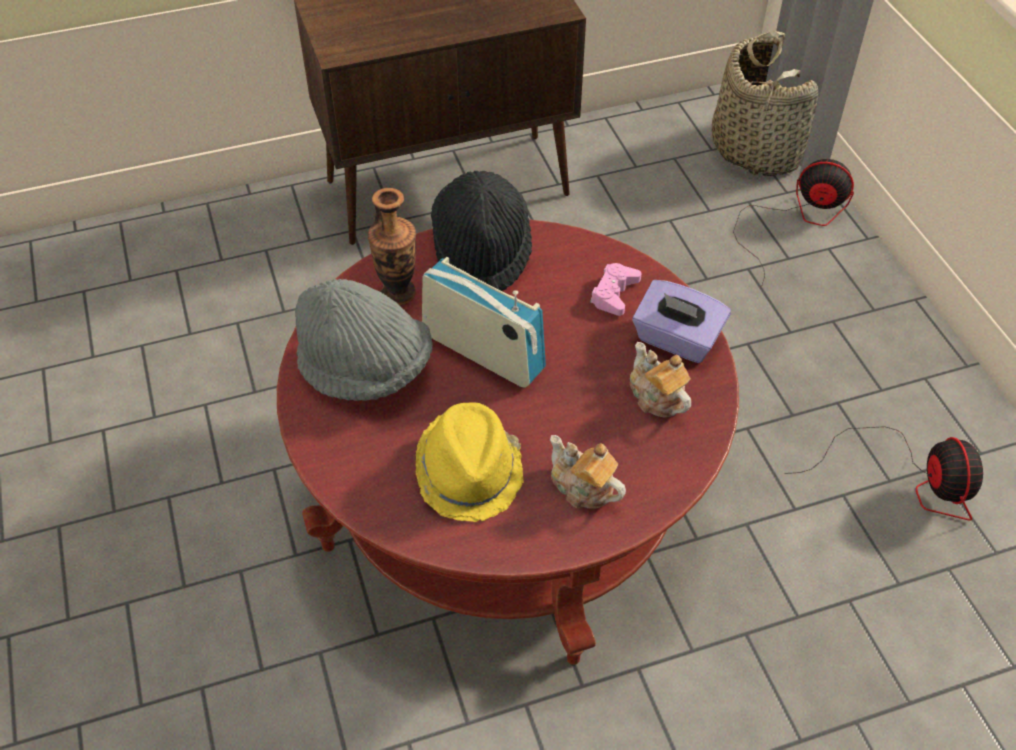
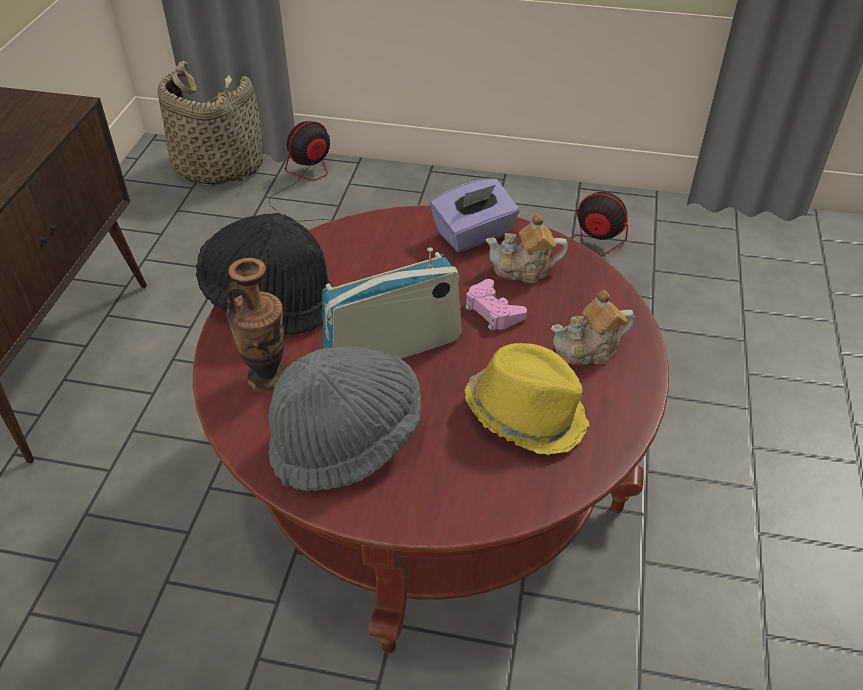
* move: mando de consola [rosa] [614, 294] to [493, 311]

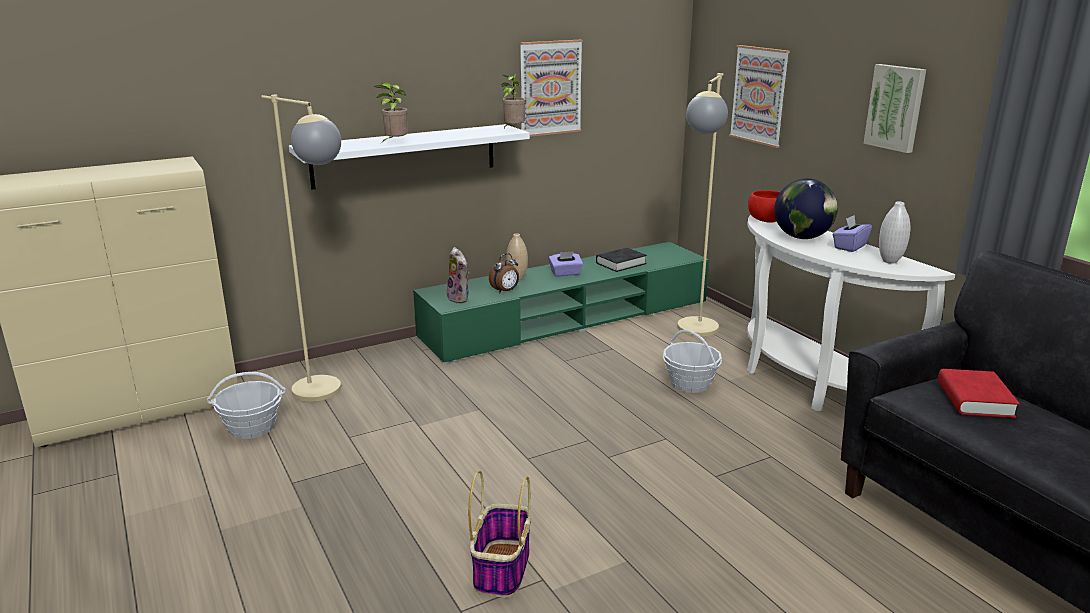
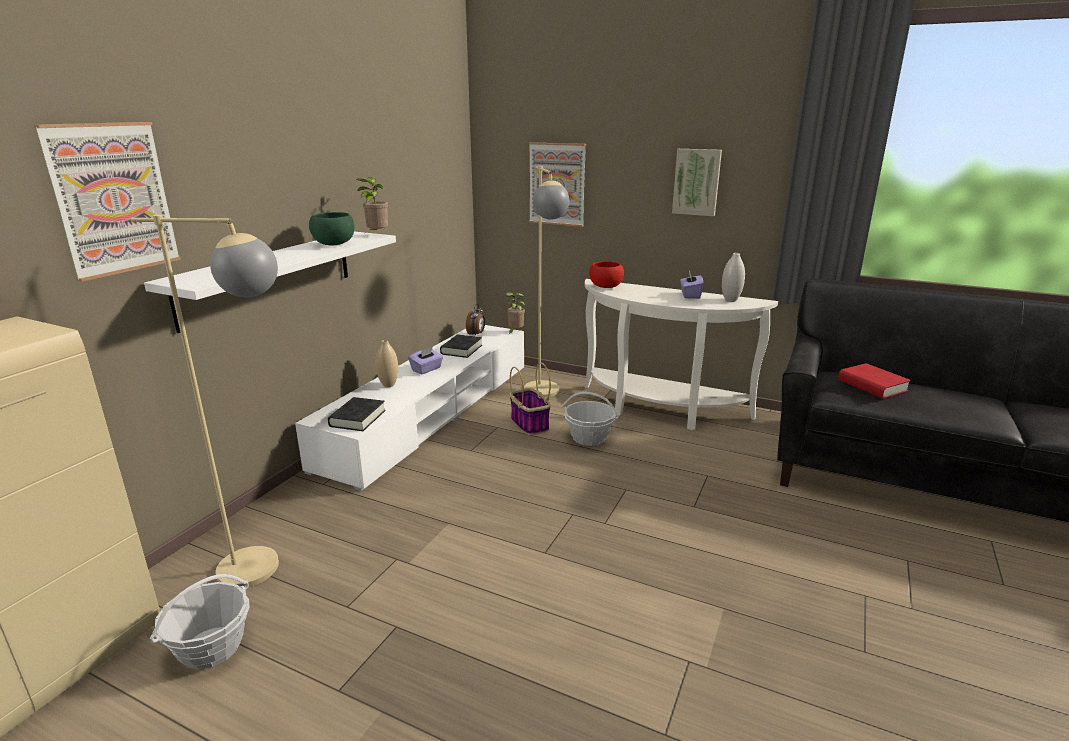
* move: cuadro [550, 88] to [113, 199]
* move: planta en maceta [394, 143] to [515, 332]
* delete: globo terráqueo [802, 237]
* recolor: mueble de televisión [verde] [568, 320] to mueble de televisión [blanco] [432, 412]
* replace: peluche [460, 298] to libro [negro] [357, 418]
* move: despertador [505, 291] to [476, 334]
* move: cesta [502, 568] to [529, 423]
* insert: cuenco [verde] [334, 245]

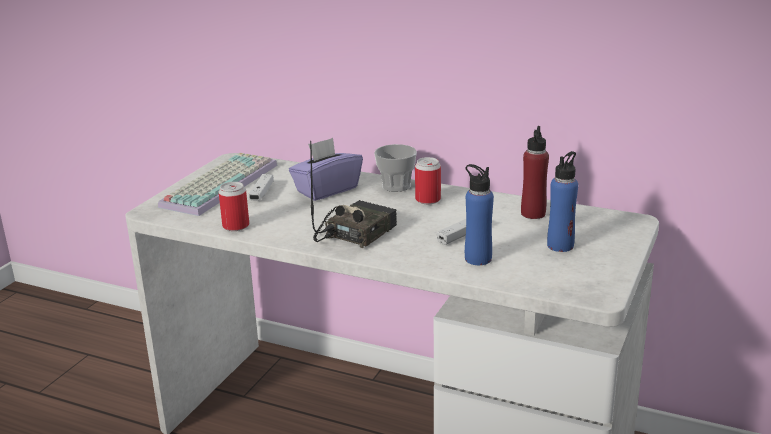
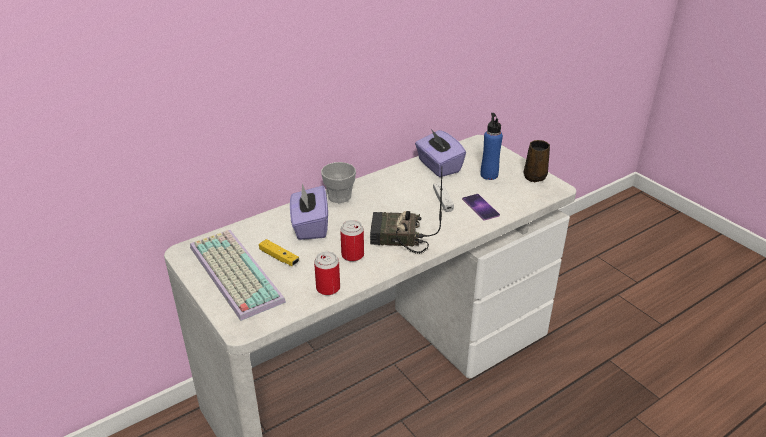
* replace: botella [rojo] [533, 214] to caja de pañuelos [morado] [438, 166]
* rotate: radio [354, 233] = [397, 238] 60 degrees counterclockwise
* move: lata [428, 200] to [352, 255]
* replace: botella [azul] [478, 259] to móvil [480, 207]
* recolor: mando de consola [blanco] [261, 193] to mando de consola [amarillo] [279, 257]
* insert: taza grande [marrón] [535, 176]

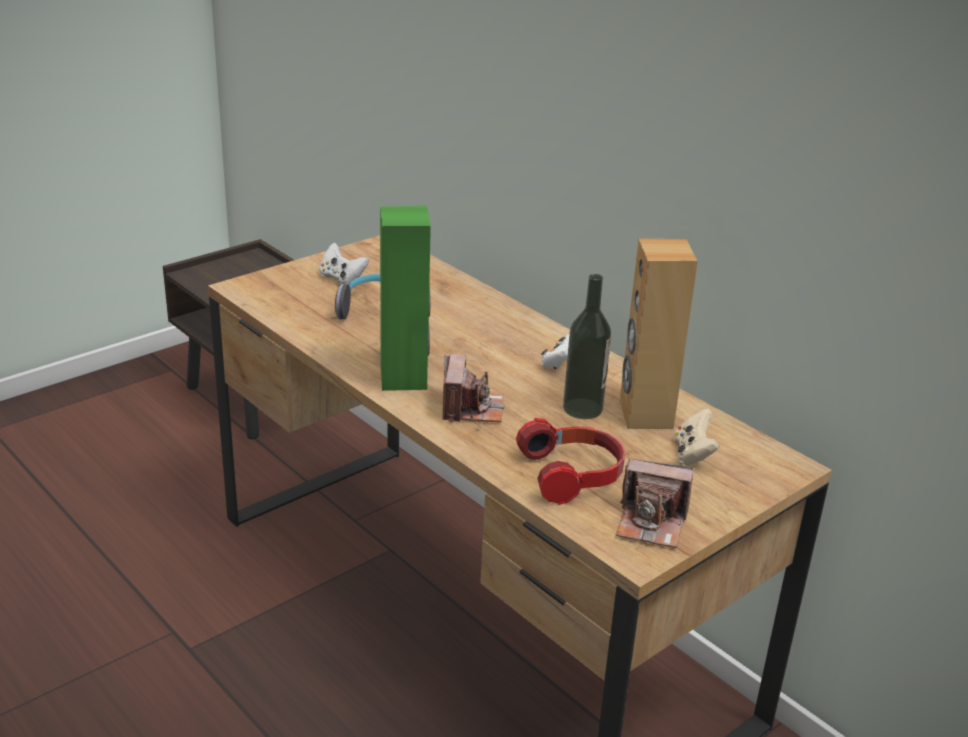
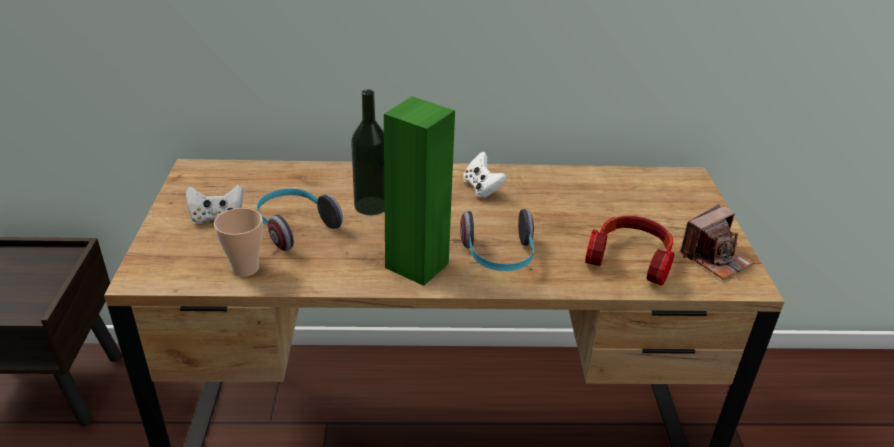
* delete: altavoz [marrón] [644, 415]
* move: botella [582, 408] to [371, 206]
* replace: cámara [471, 408] to auriculares [499, 257]
* delete: mando de consola [beis] [693, 454]
* insert: taza [245, 268]

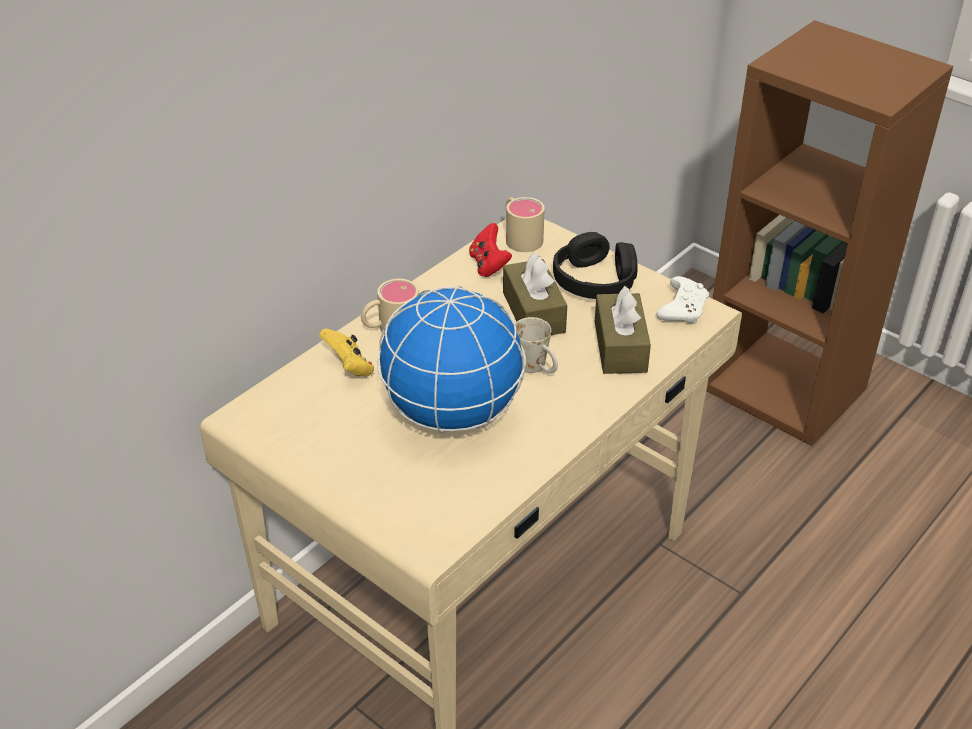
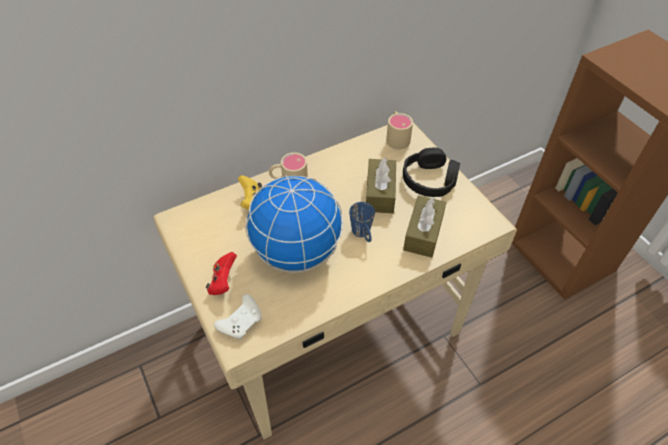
* move: mando de consola [rojo] [489, 265] to [223, 282]
* move: mando de consola [blanco] [682, 309] to [241, 321]
* recolor: taza grande [blanco] [537, 369] to taza grande [azul] [363, 235]

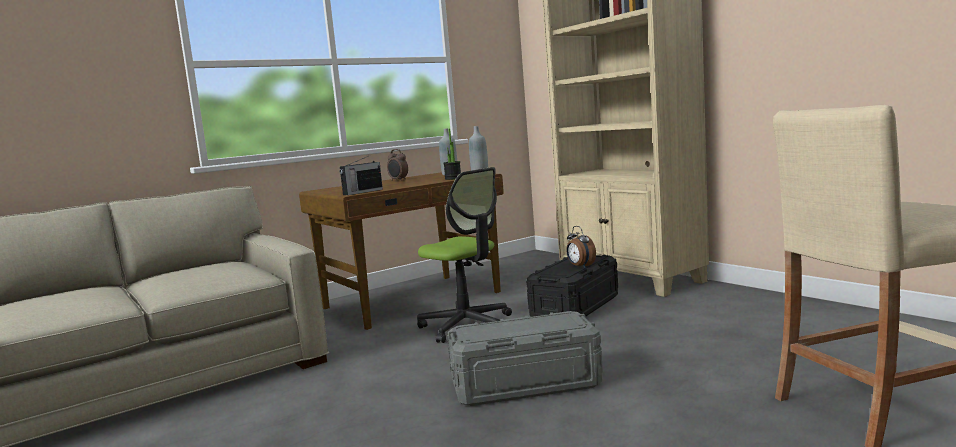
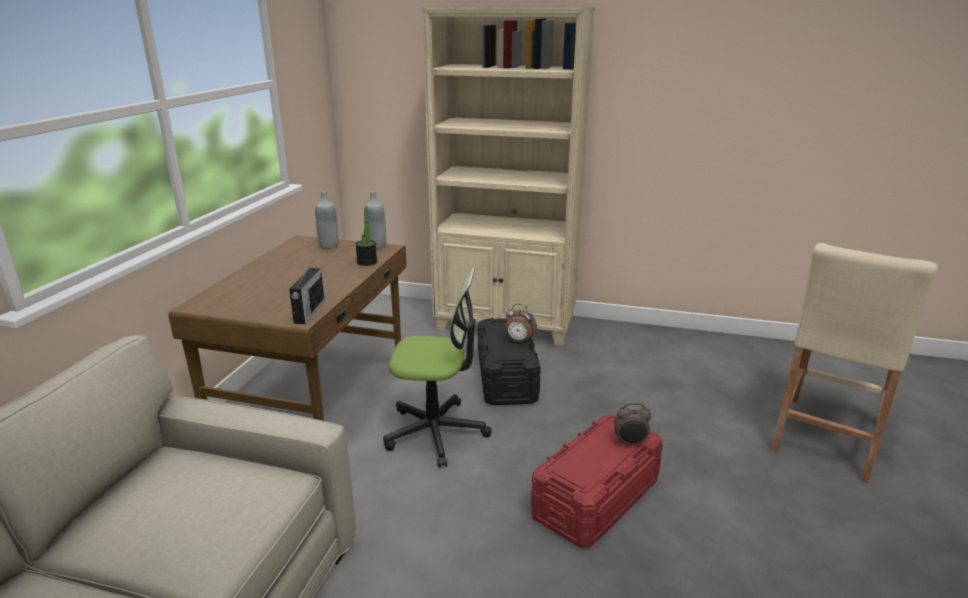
* move: despertador [398, 180] to [630, 443]
* recolor: caja de almacenaje [gris] [525, 384] to caja de almacenaje [rojo] [596, 498]

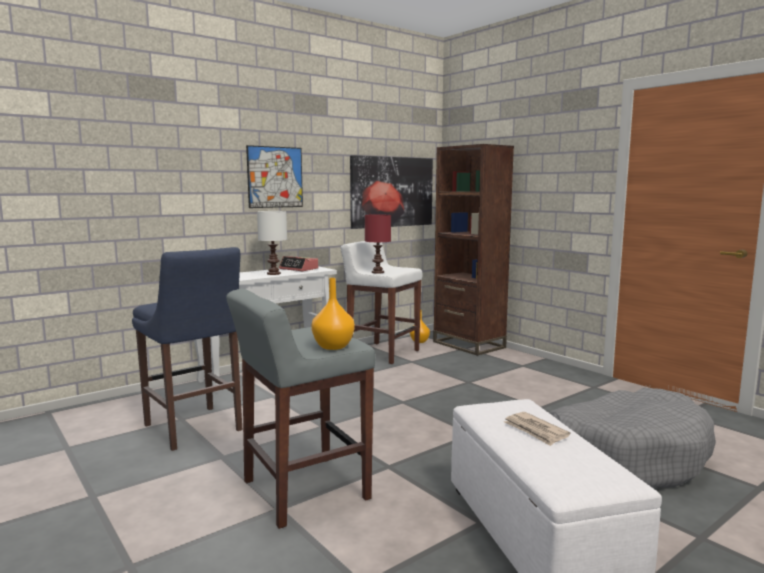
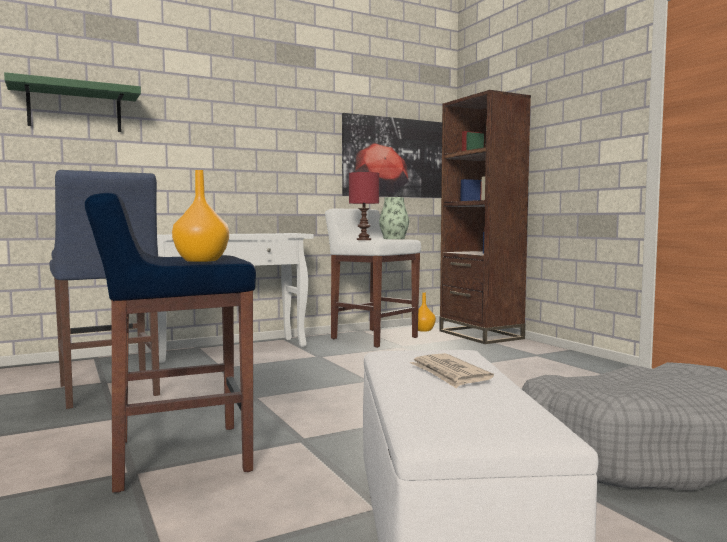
* delete: cuadro [275, 177]
* delete: lámpara de mesa [blanco] [274, 273]
* delete: despertador [299, 269]
* recolor: taburete [gris] [303, 490] to taburete [azul] [177, 456]
* insert: estante [verde] [75, 108]
* insert: florero [394, 238]

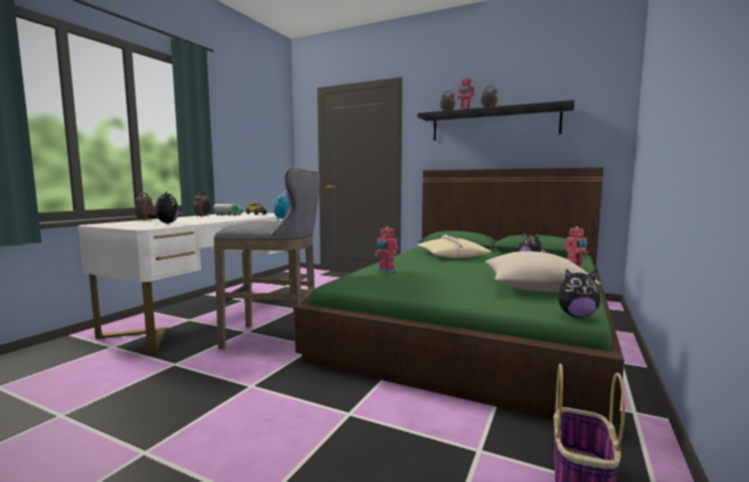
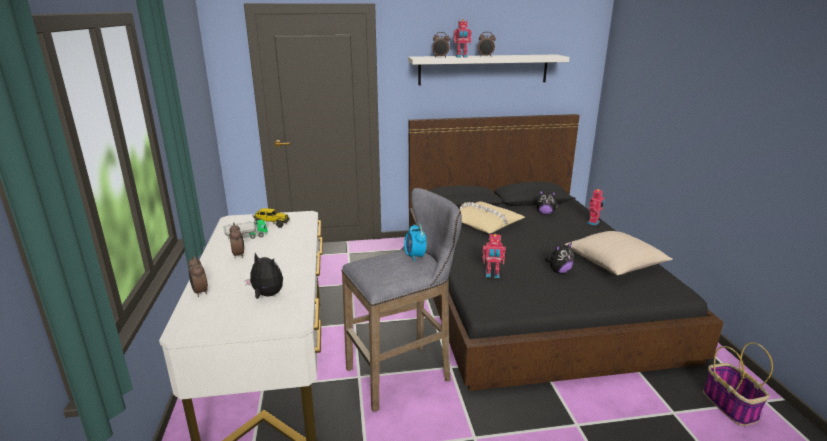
* recolor: estante [negro] [493, 124] to estante [blanco] [483, 69]
* recolor: cama [verde] [477, 323] to cama [negro] [527, 287]
* move: peluche [576, 316] to [559, 271]

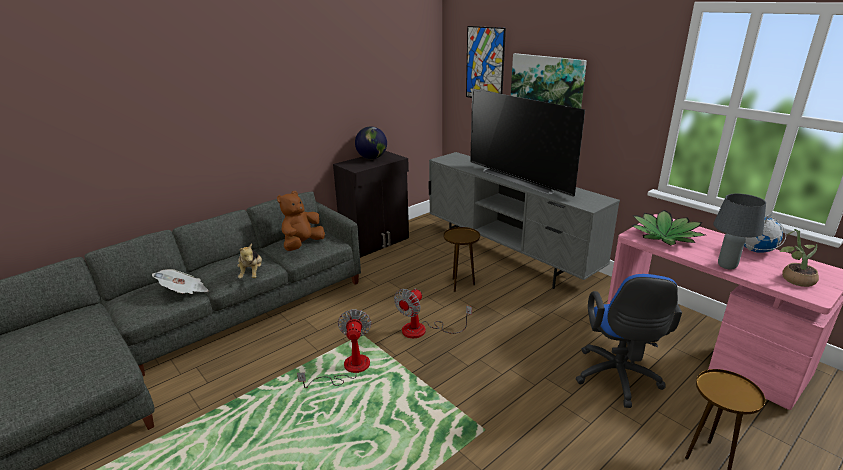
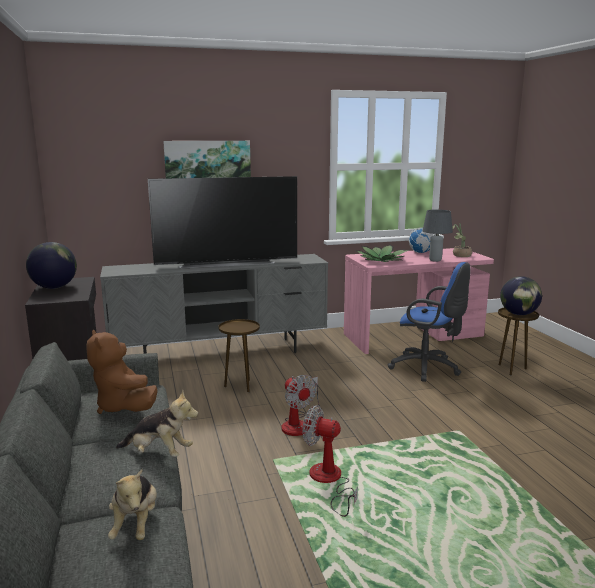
* delete: cuadro [485, 64]
* replace: periódico [184, 292] to peluche [136, 524]
* insert: globo terráqueo [519, 314]

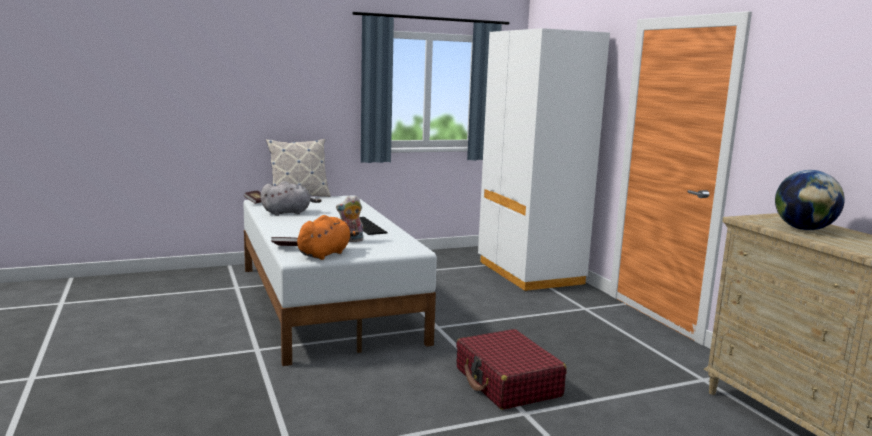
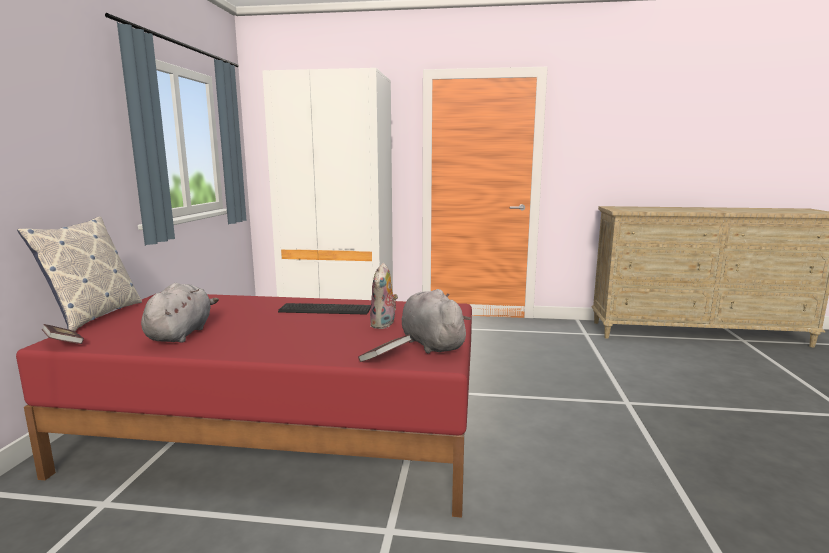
* delete: globo terráqueo [804, 229]
* recolor: cama [blanco] [327, 302] to cama [rojo] [281, 435]
* recolor: peluche [naranja] [325, 254] to peluche [gris] [431, 343]
* delete: maleta [rojo] [507, 382]

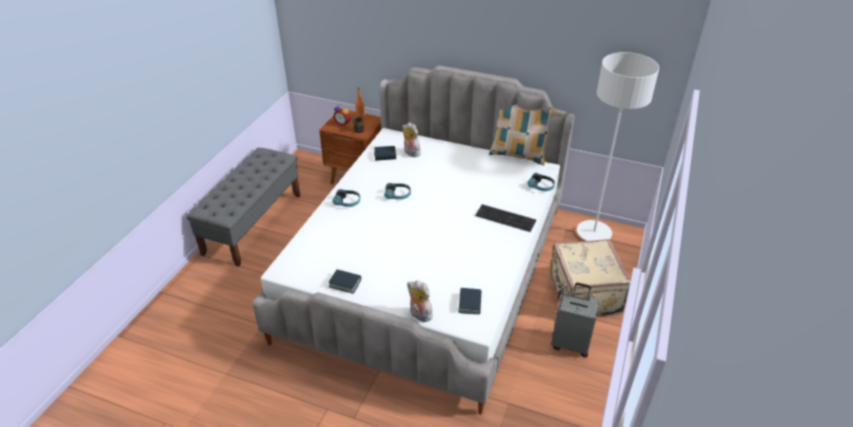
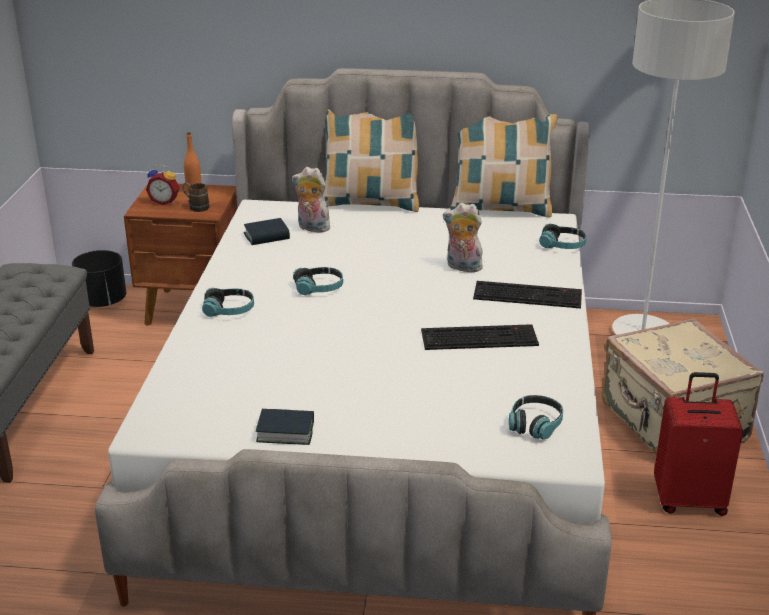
* move: peluche [419, 315] to [462, 267]
* recolor: maleta [gris] [570, 344] to maleta [rojo] [689, 499]
* replace: libro [470, 303] to auriculares [535, 425]
* insert: cojín [371, 203]
* insert: maceta [negro] [102, 301]
* insert: teclado [480, 337]

